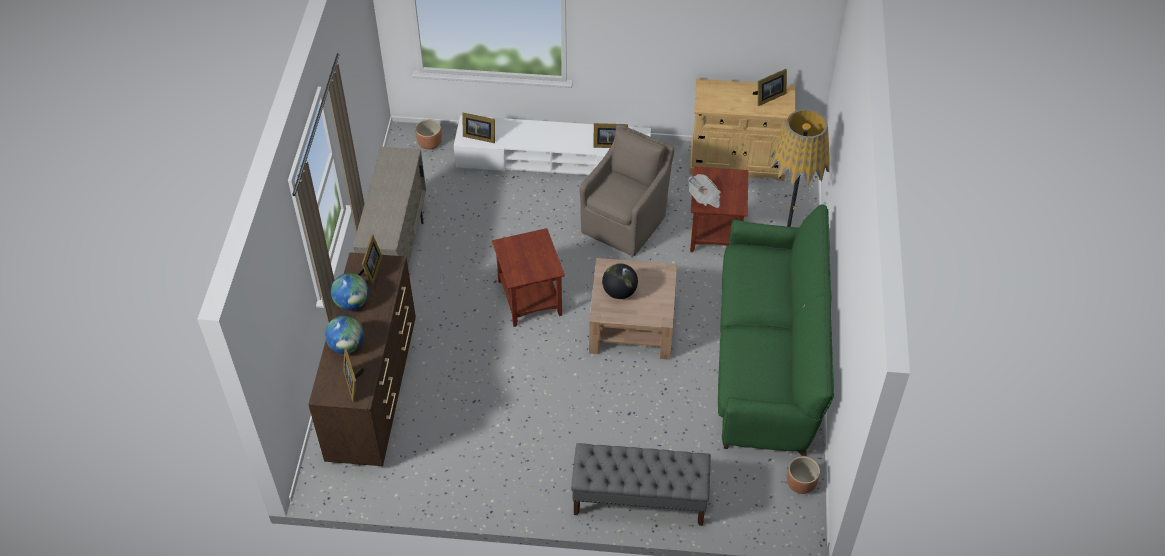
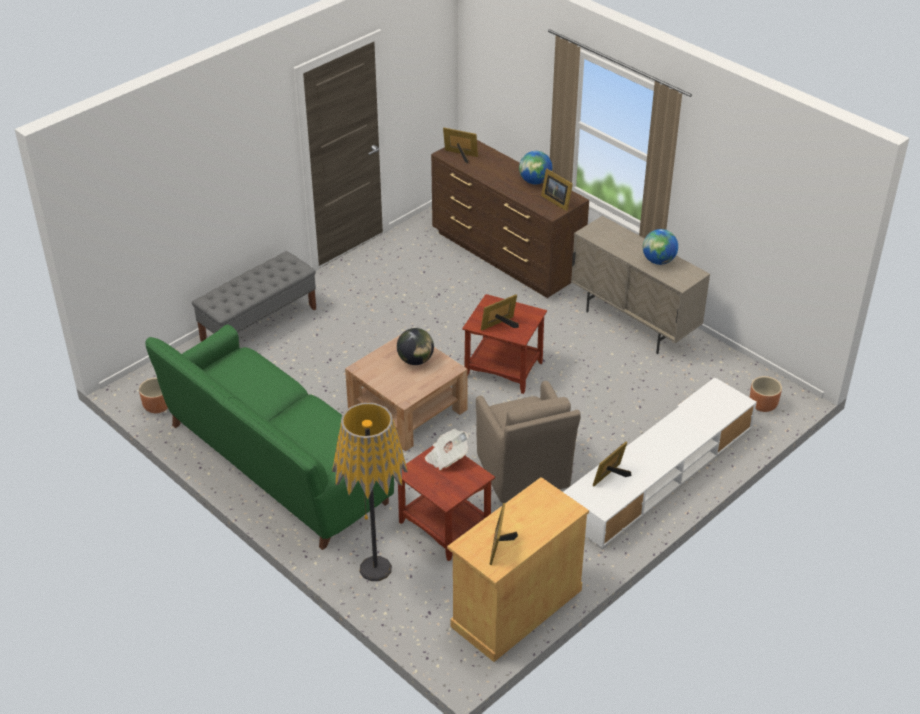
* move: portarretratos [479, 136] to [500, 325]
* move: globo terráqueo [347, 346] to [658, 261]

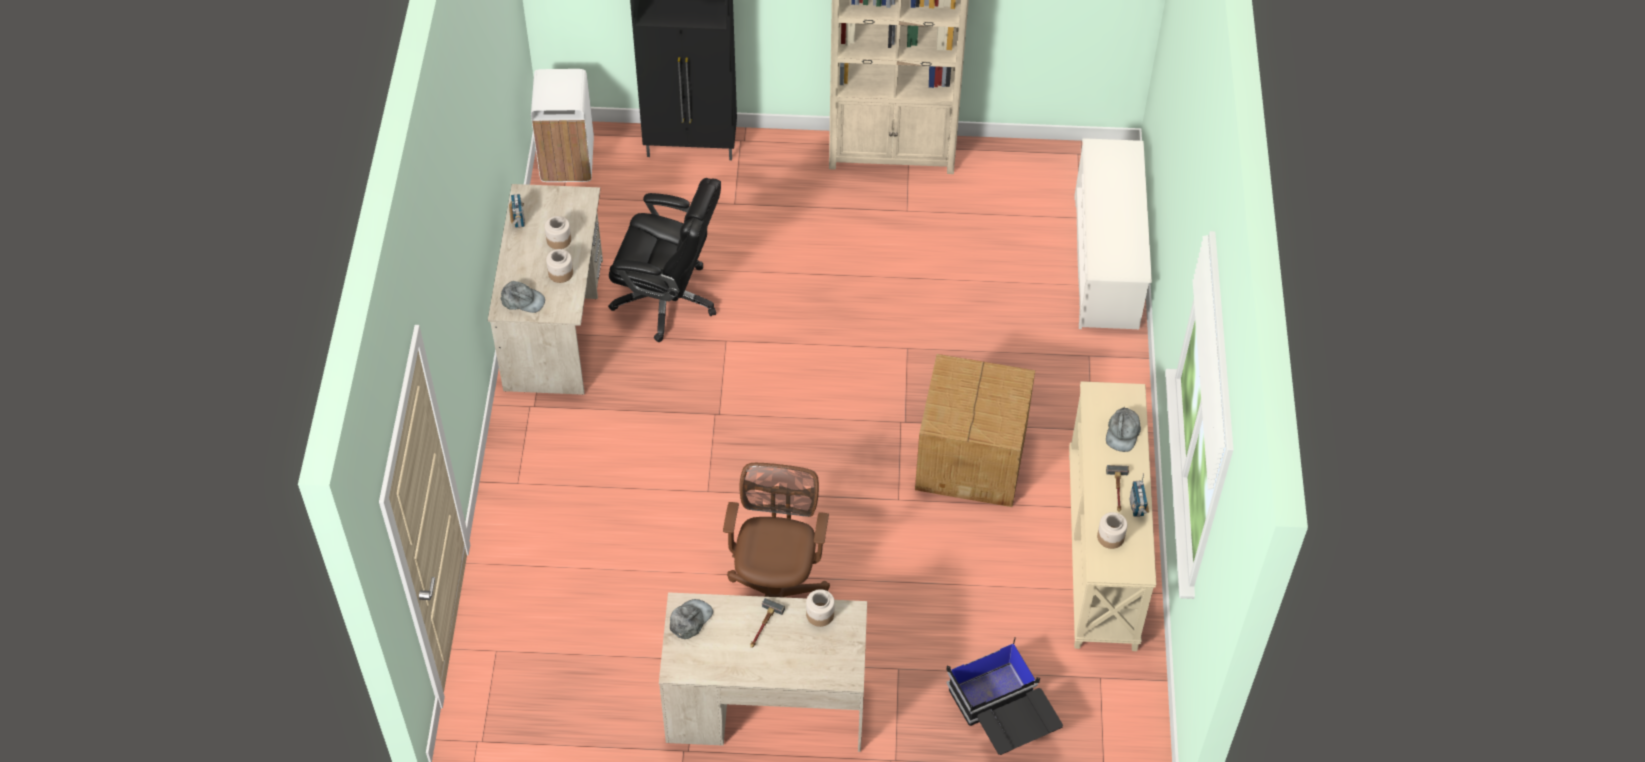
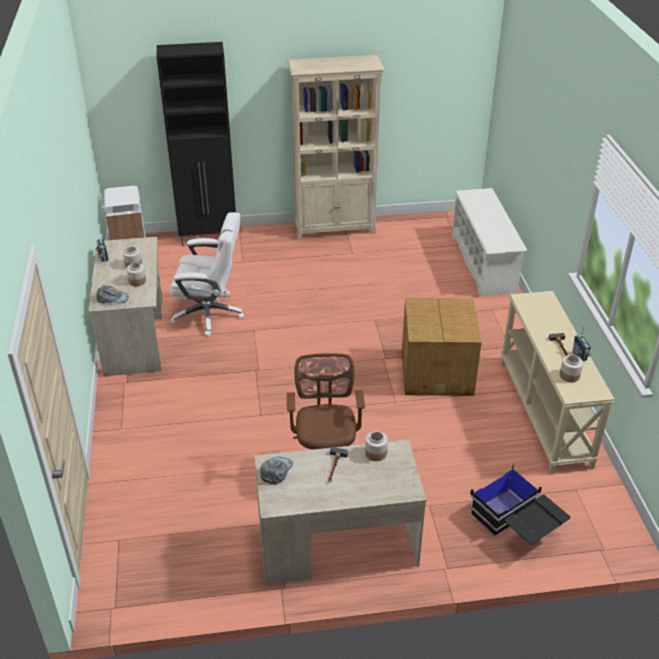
* recolor: silla de oficina [negro] [668, 299] to silla de oficina [blanco] [210, 313]
* delete: gorra [gris] [1122, 432]

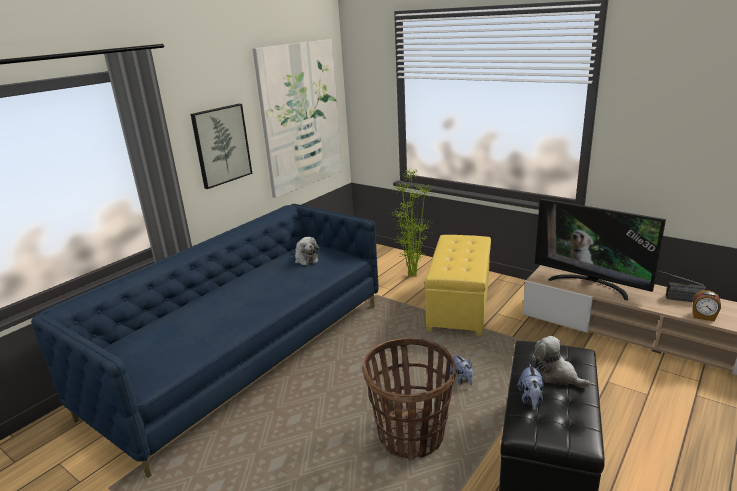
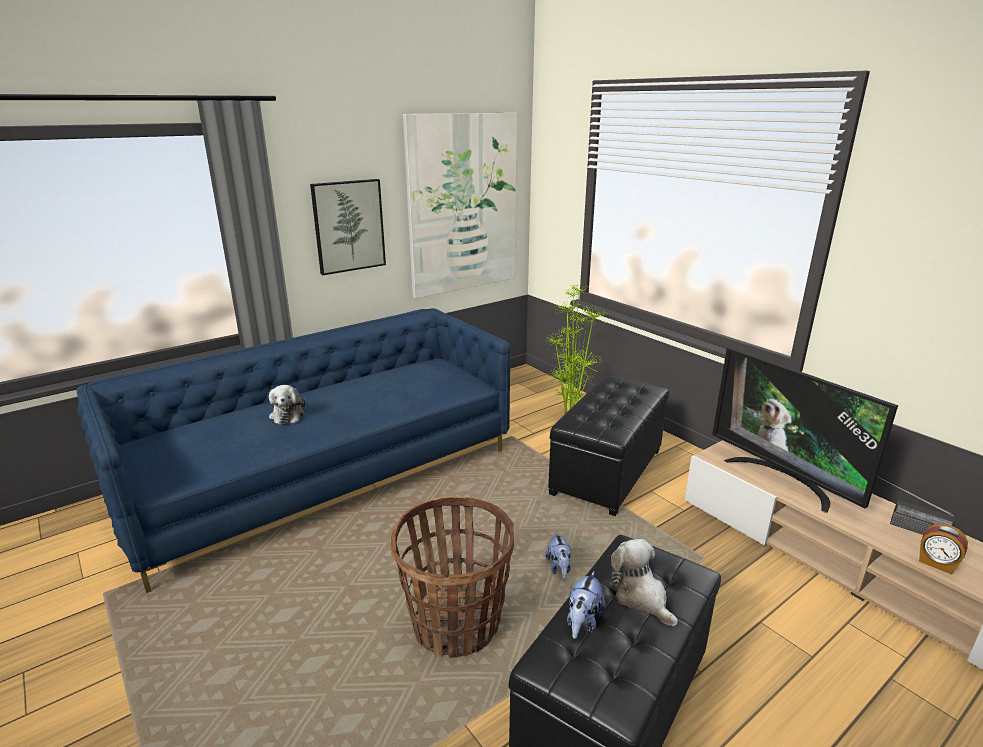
* recolor: puf [amarillo] [460, 306] to puf [negro] [608, 472]
* move: peluche [305, 259] to [287, 414]

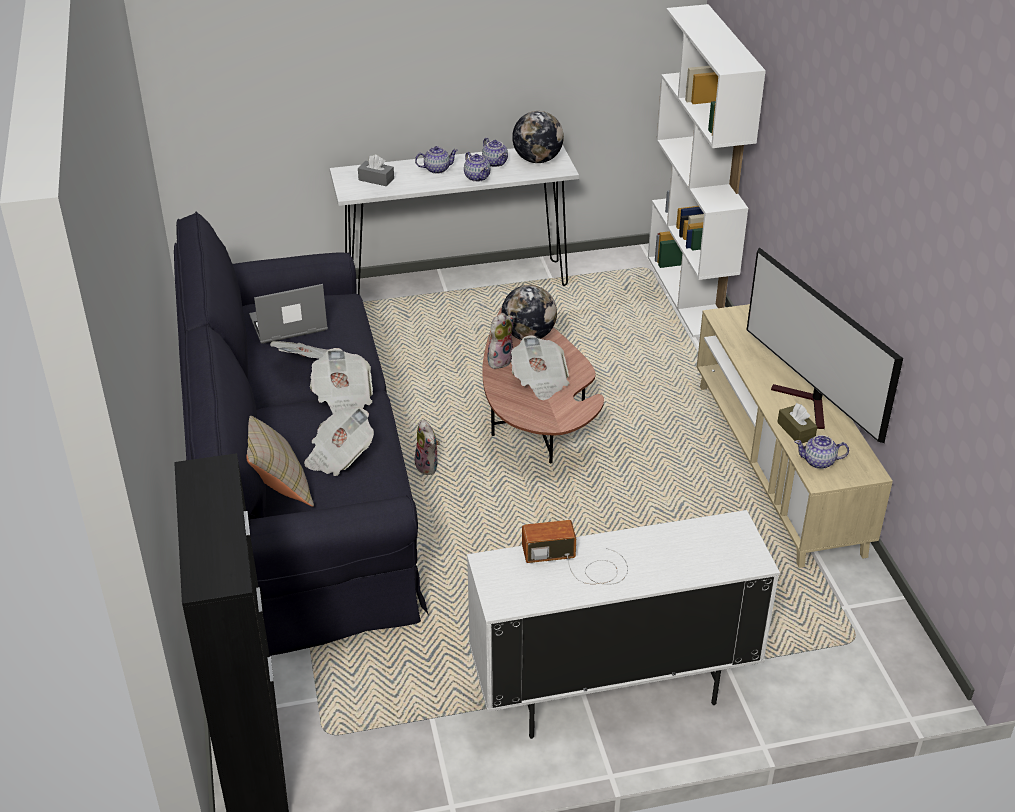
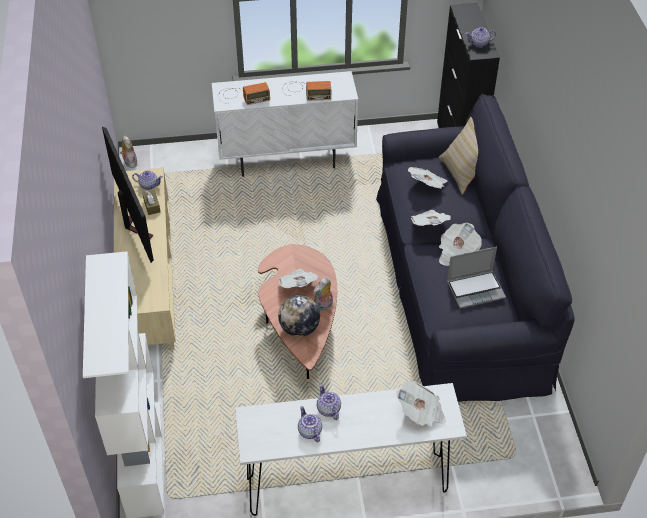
* delete: globo terráqueo [537, 160]
* move: tetera [436, 169] to [479, 43]
* replace: caja de pañuelos [gris] [376, 179] to periódico [421, 412]
* move: peluche [428, 467] to [129, 162]
* insert: radio [242, 96]

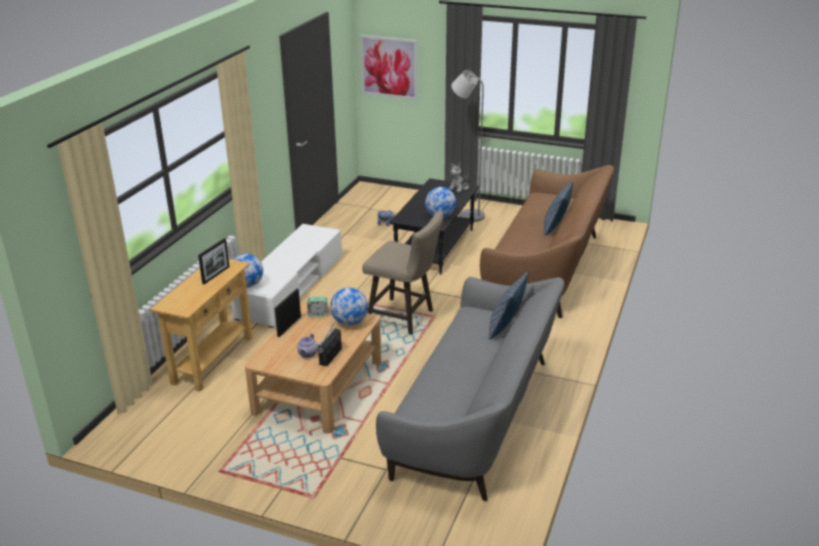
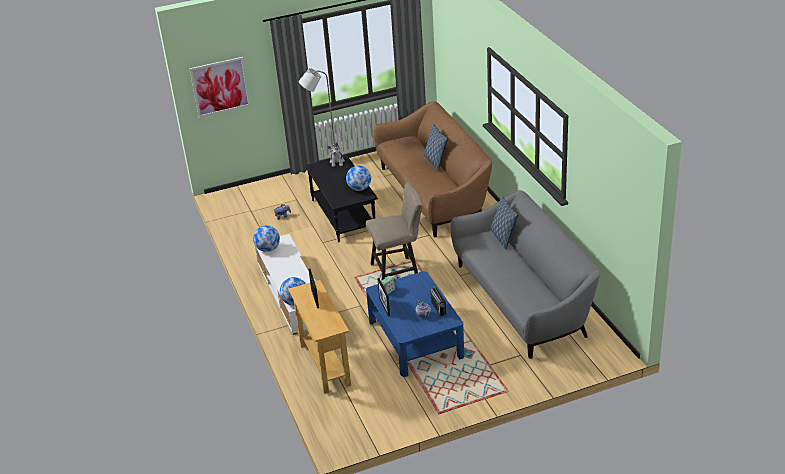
* move: globo terráqueo [349, 322] to [268, 249]
* recolor: mesa de centro [beis] [318, 387] to mesa de centro [azul] [415, 339]

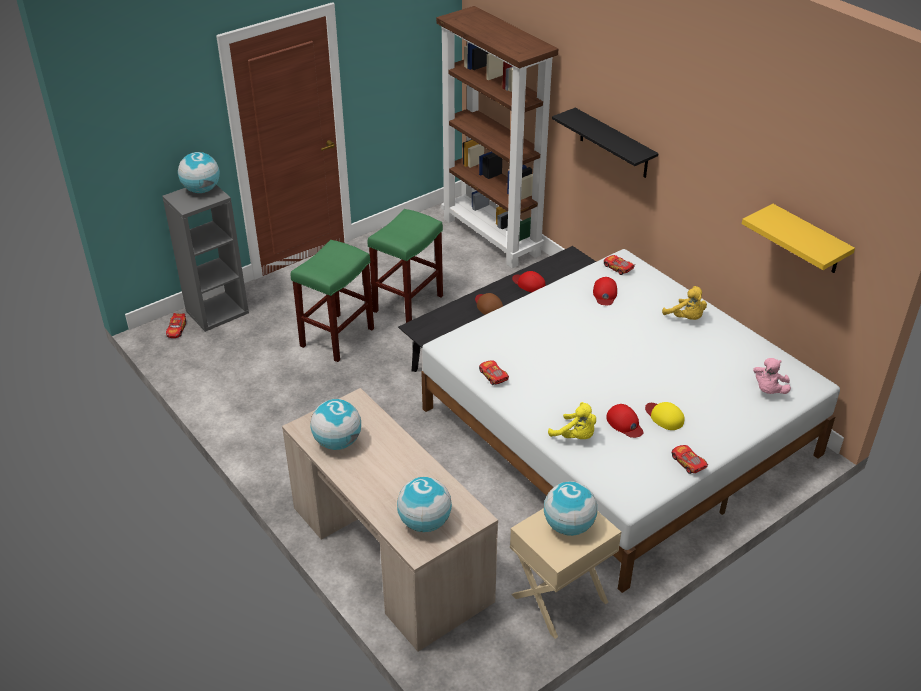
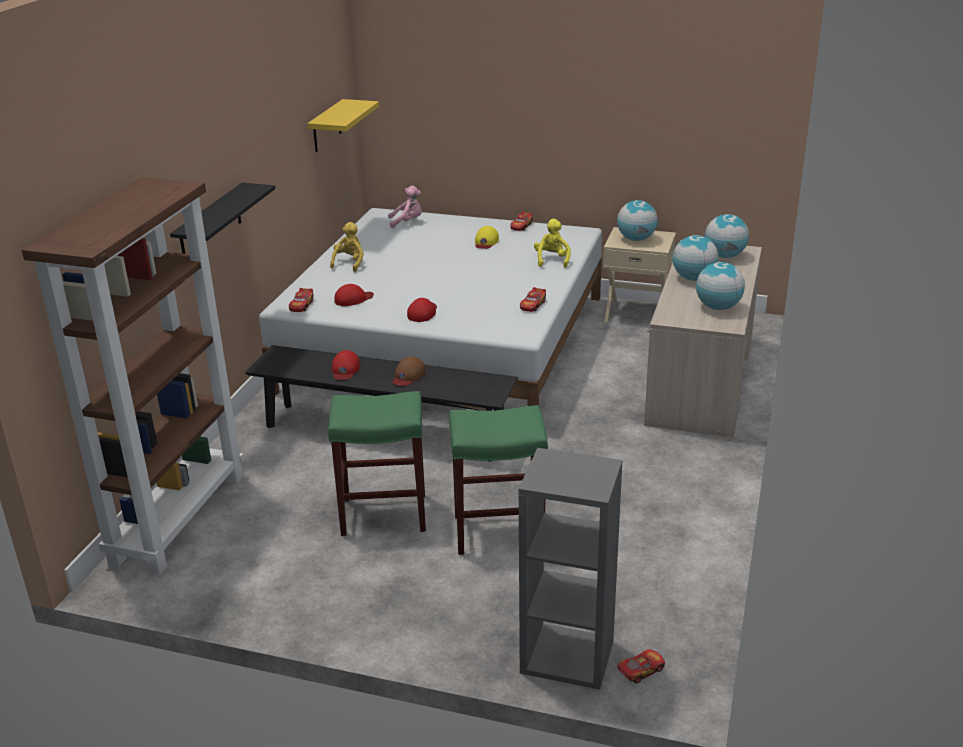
* move: globo terráqueo [201, 190] to [693, 278]
* move: gorra [rojo] [624, 423] to [423, 313]

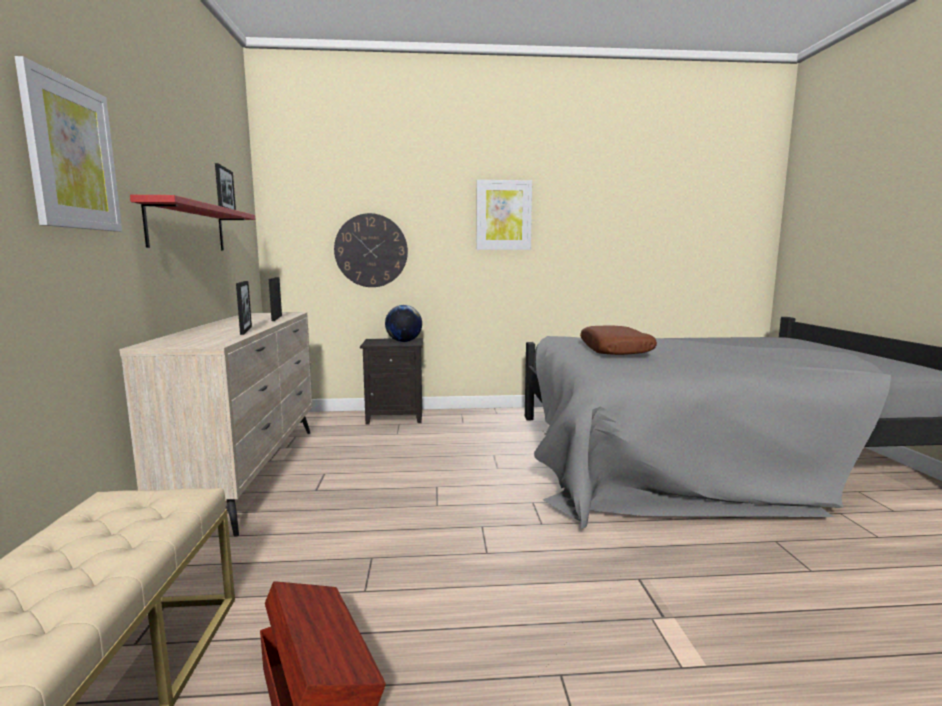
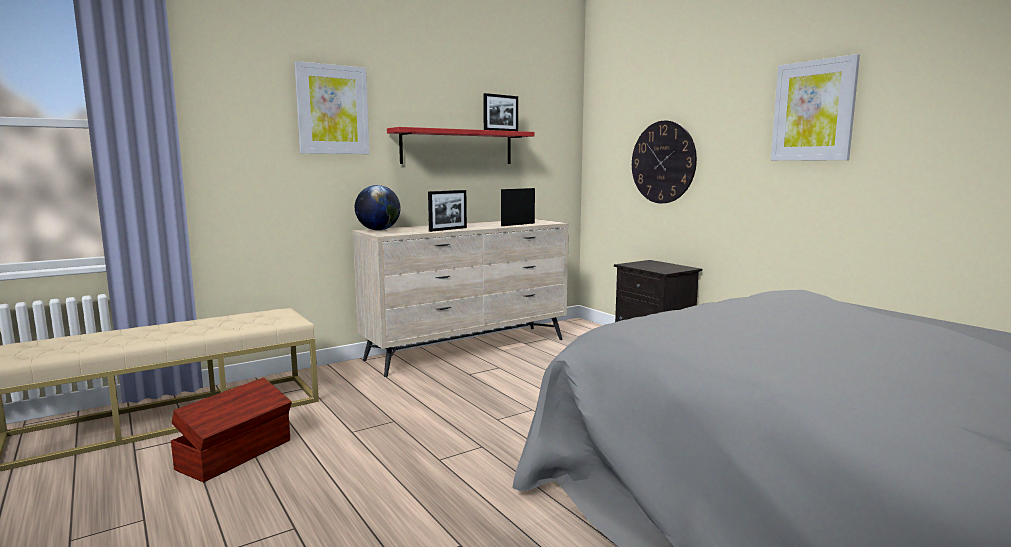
* move: globo terráqueo [404, 341] to [378, 230]
* delete: cojín [marrón] [615, 350]

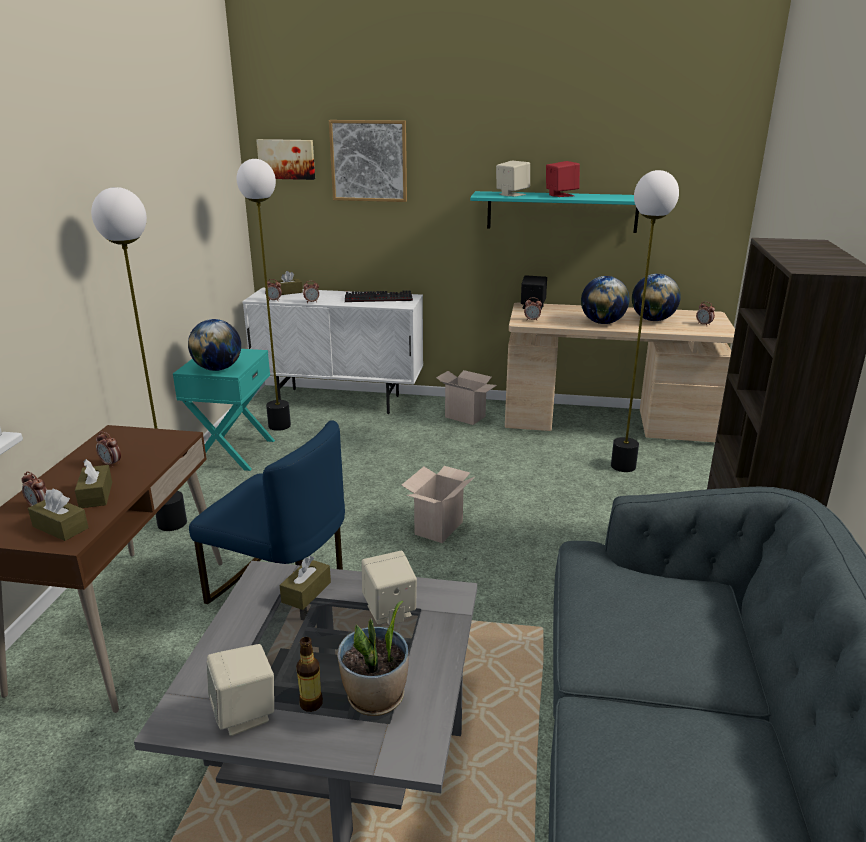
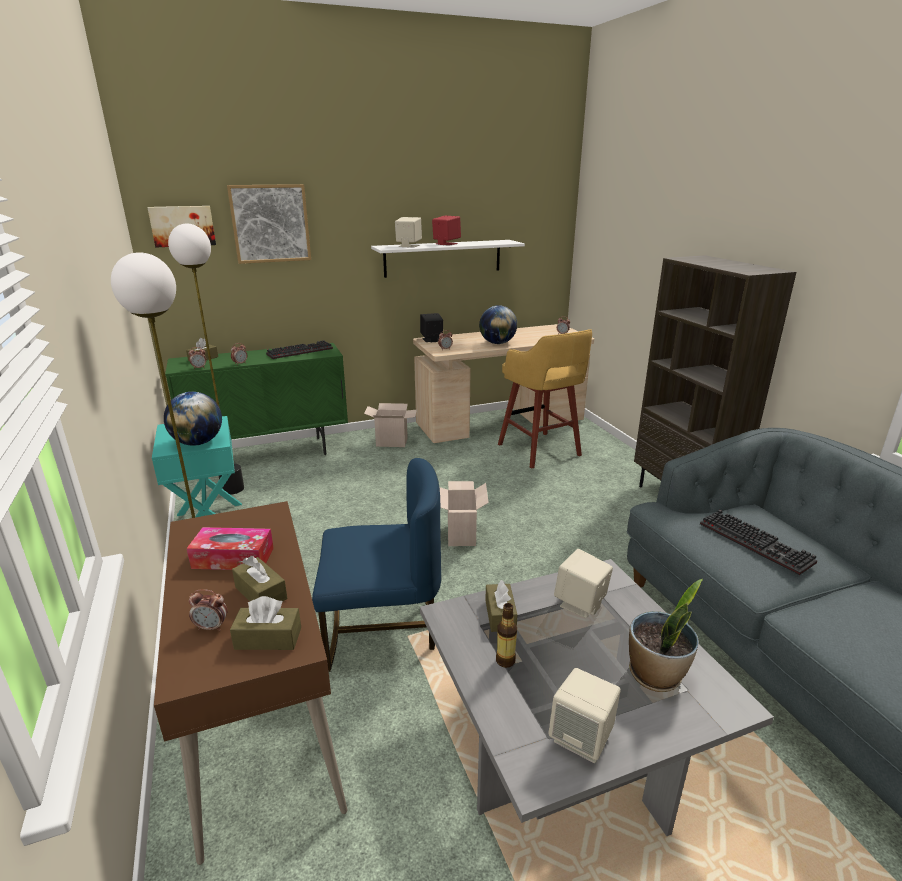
* replace: lámpara de pie [622, 466] to taburete [amarillo] [540, 451]
* recolor: estante [turquesa] [562, 212] to estante [blanco] [443, 258]
* delete: globo terráqueo [653, 320]
* recolor: armario [blanco] [340, 401] to armario [verde] [270, 454]
* replace: despertador [111, 464] to caja de pañuelos [233, 558]
* move: botella [311, 703] to [505, 660]
* insert: teclado [758, 543]

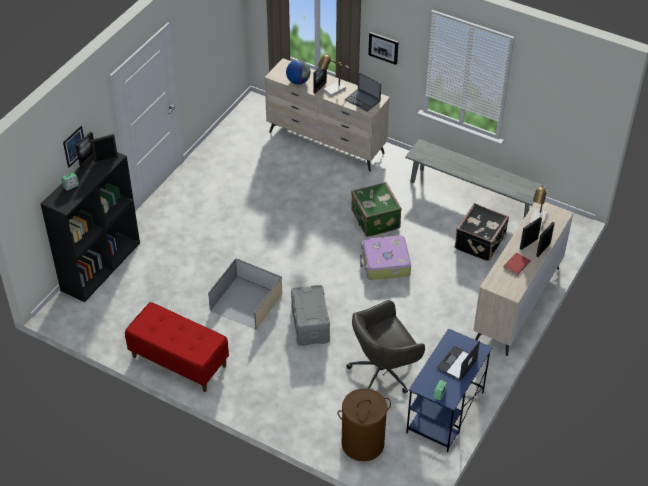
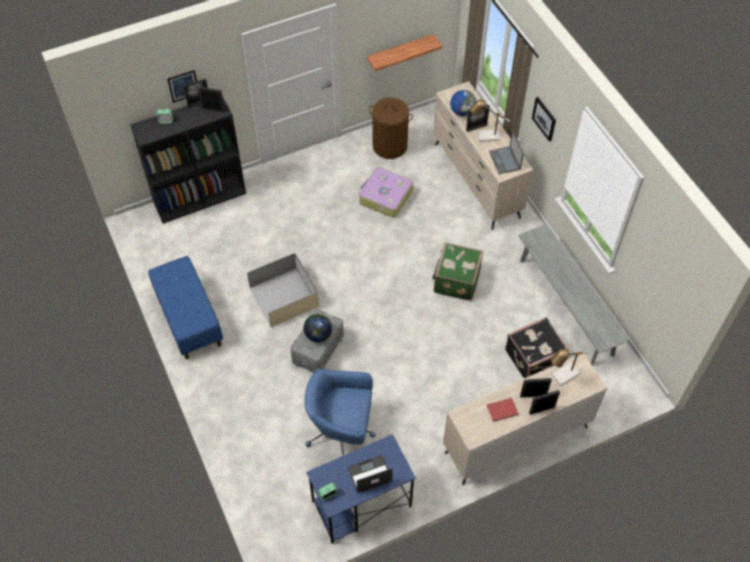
* move: maleta [385, 263] to [385, 197]
* recolor: silla de oficina [gris] [383, 371] to silla de oficina [azul] [341, 431]
* recolor: banco [rojo] [179, 361] to banco [azul] [189, 319]
* move: cesto de la ropa [marrón] [362, 443] to [390, 146]
* insert: estante [400, 52]
* insert: globo terráqueo [318, 335]

